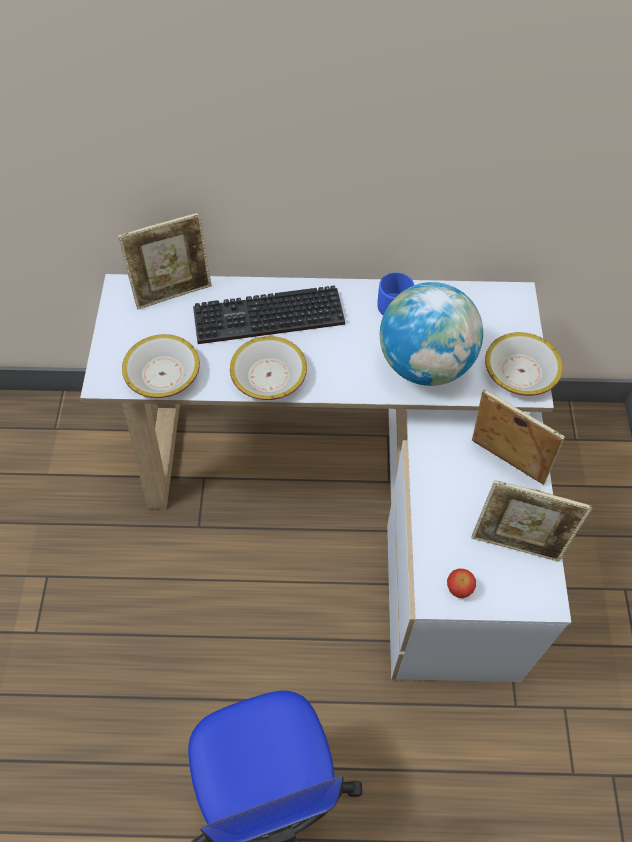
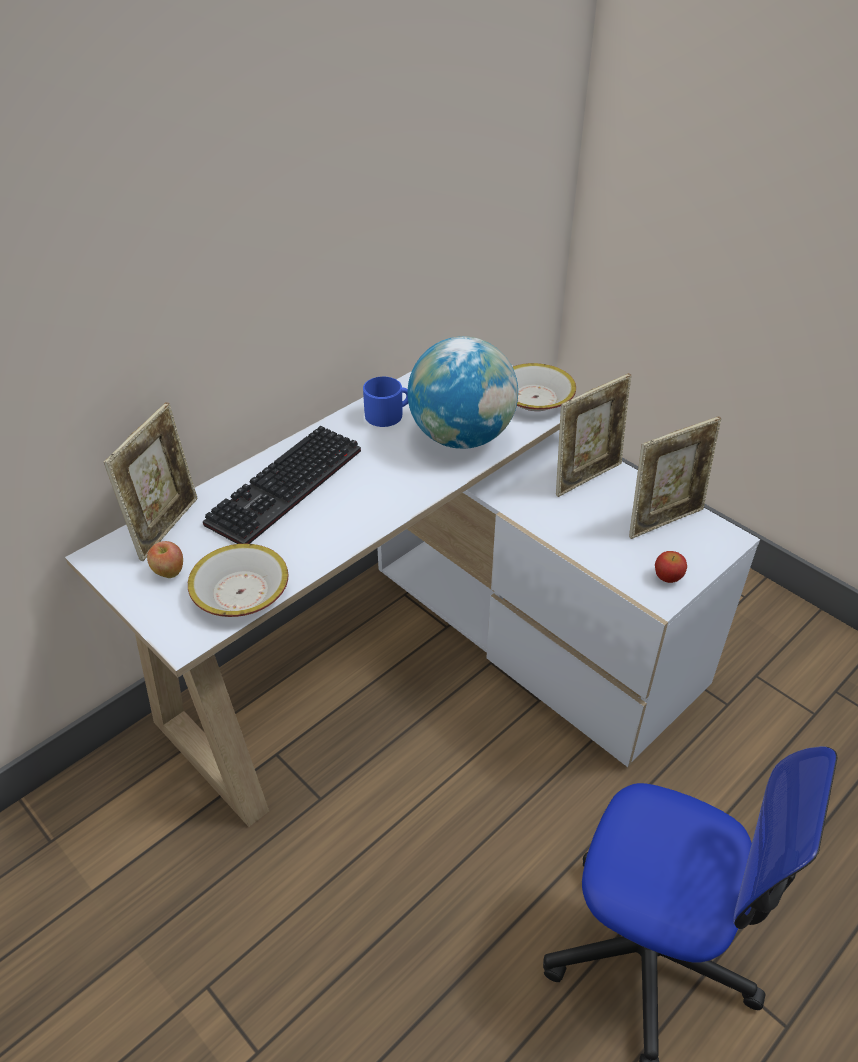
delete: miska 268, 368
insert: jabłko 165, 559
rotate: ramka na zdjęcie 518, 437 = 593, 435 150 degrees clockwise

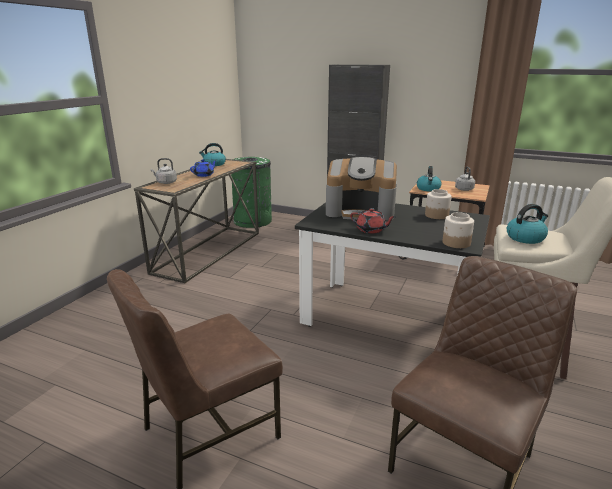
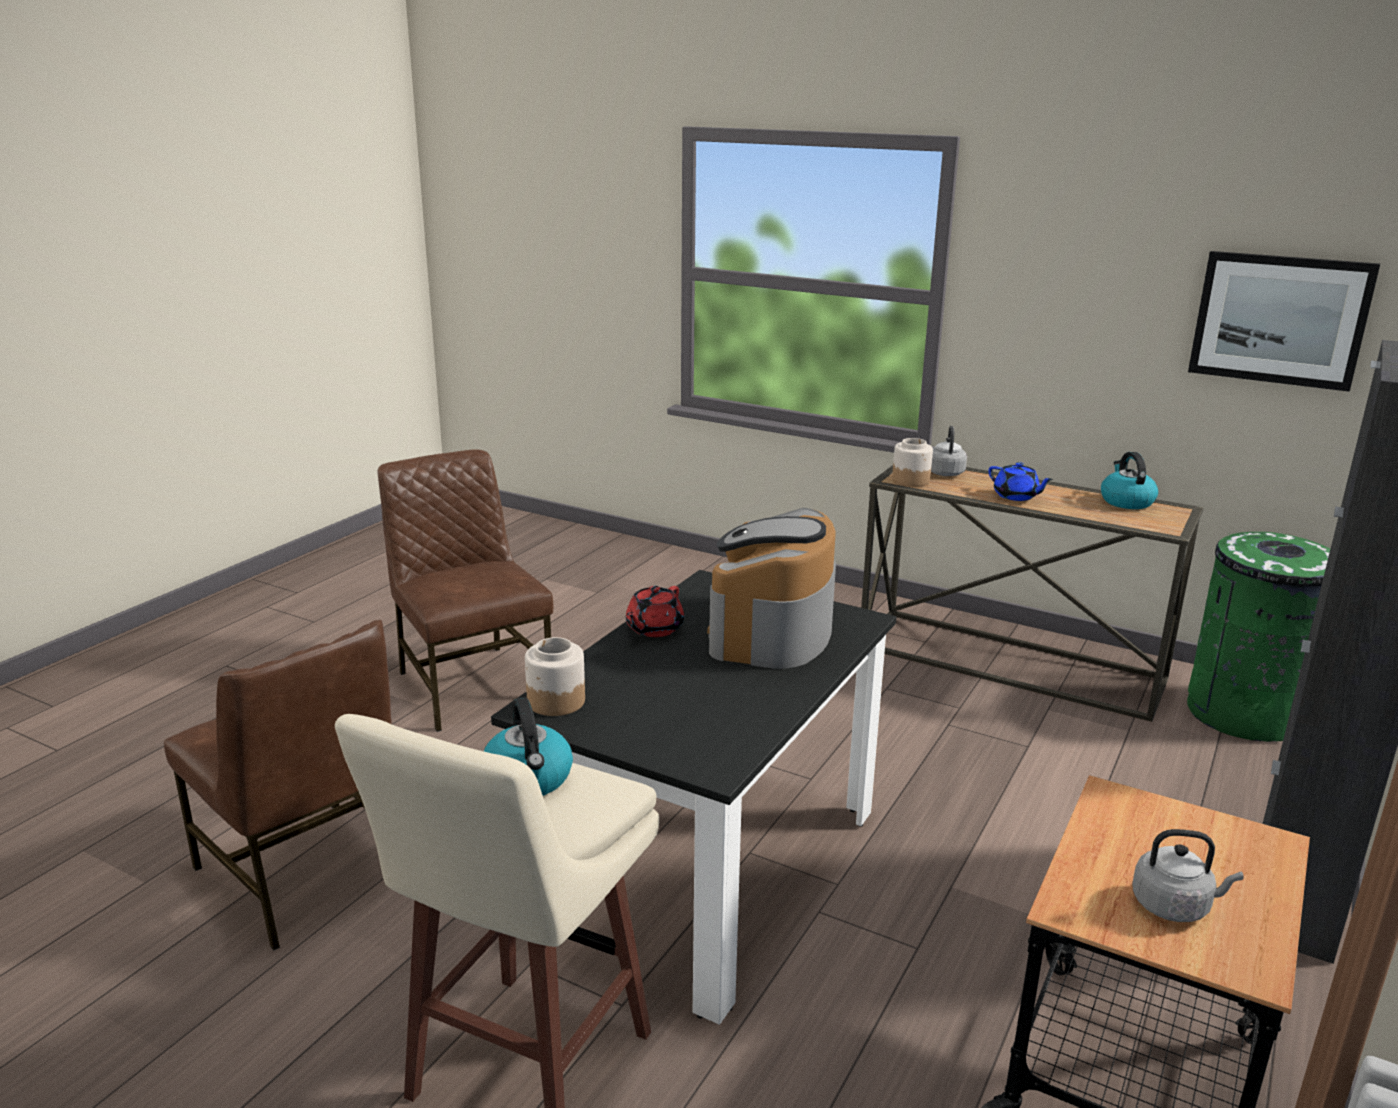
delete: czajnik 429, 179
insert: obraz 1284, 321
move: słoik 438, 204 to 912, 462

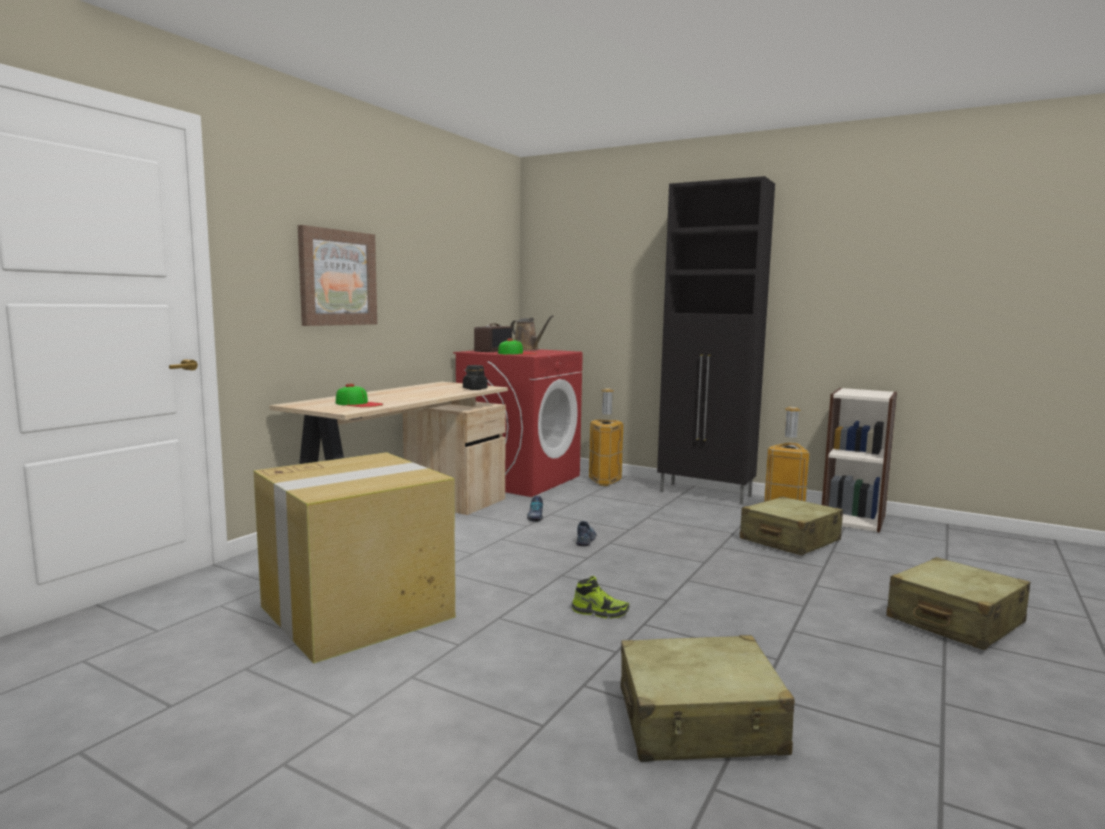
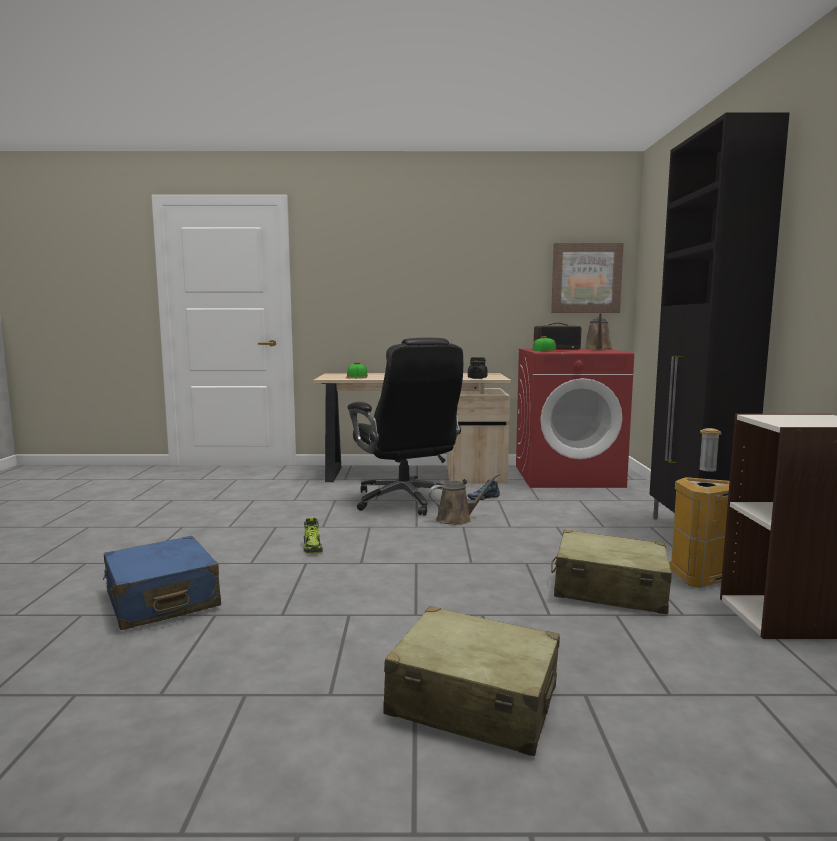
delete: karton 354, 558; kosz na śmieci 606, 437
insert: krzesło biurowe (czarny) 405, 427
move: obraz 337, 275 to 587, 278
replace: but 586, 533 to konewka (brązowy) 464, 499
recolor: walizka (beżowy) 707, 698 to walizka (niebieski) 162, 583

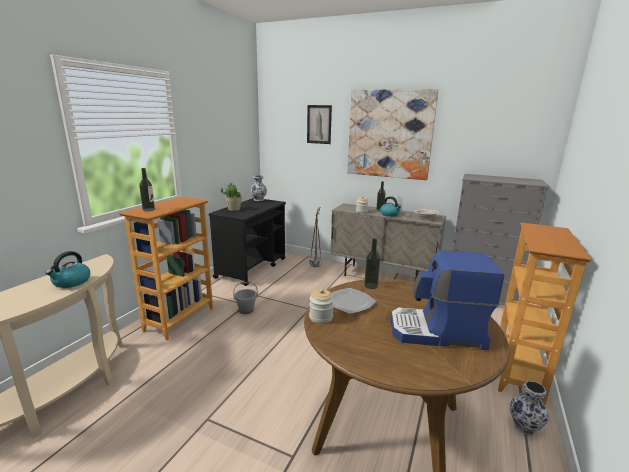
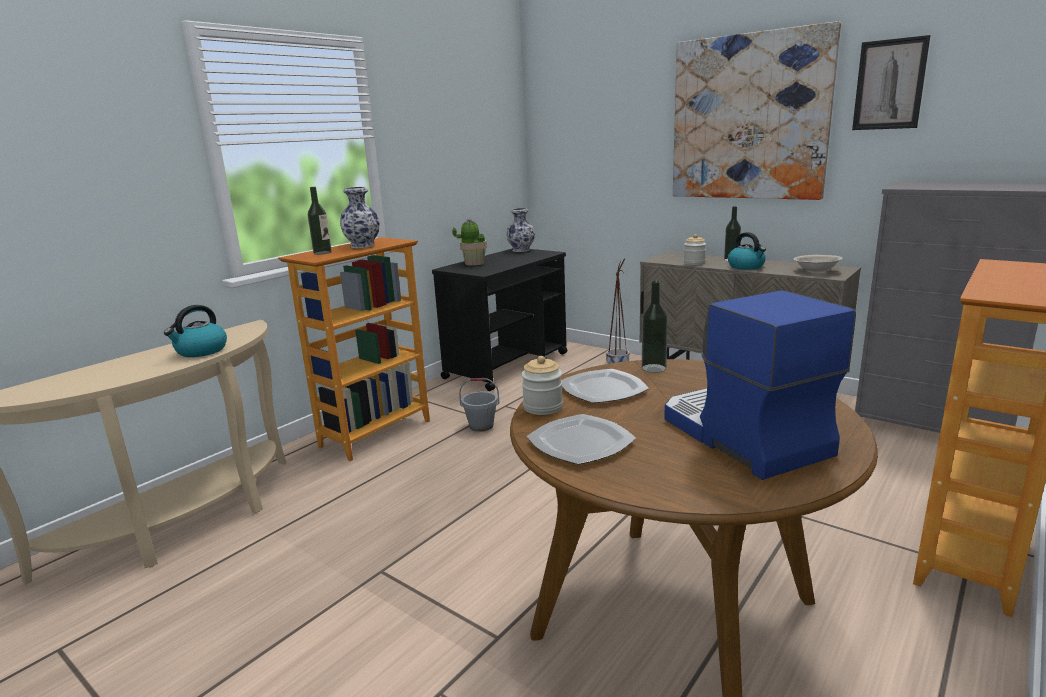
insert: talerz 581, 439
move: wazon 529, 408 to 360, 217; obraz 319, 124 to 891, 82
rotate: ekspres do kawy 447, 300 = 760, 385 45 degrees clockwise

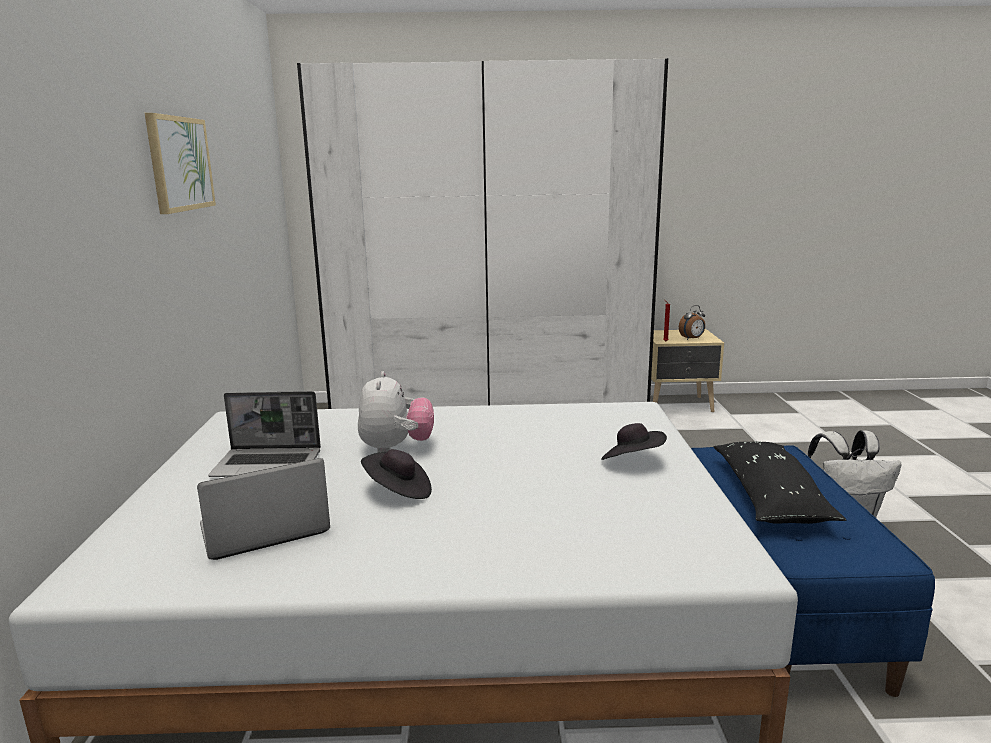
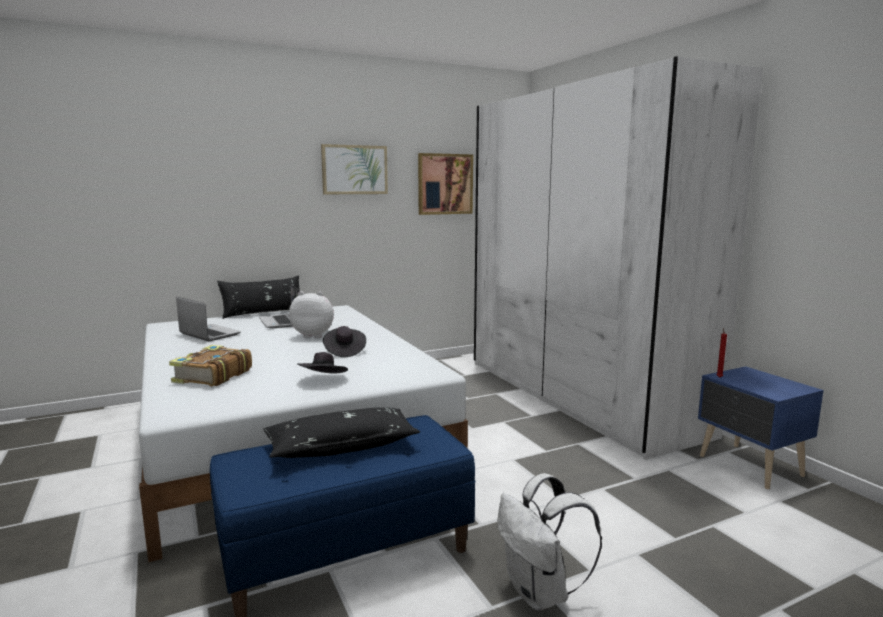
delete: budzik 692, 322
insert: książka 210, 365; poduszka (czarny) 258, 297; obraz 445, 184
move: kapelusz (czarny) 396, 474 to 344, 341
recolor: szafka nocna (beżowy) 687, 370 to szafka nocna (niebieski) 761, 427
rotate: pluszak 396, 412 = 311, 314 150 degrees counterclockwise

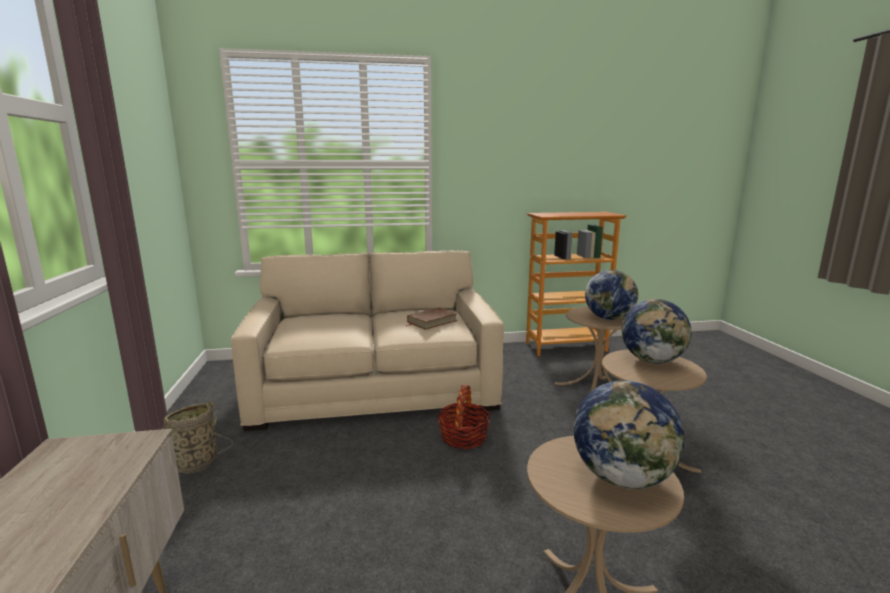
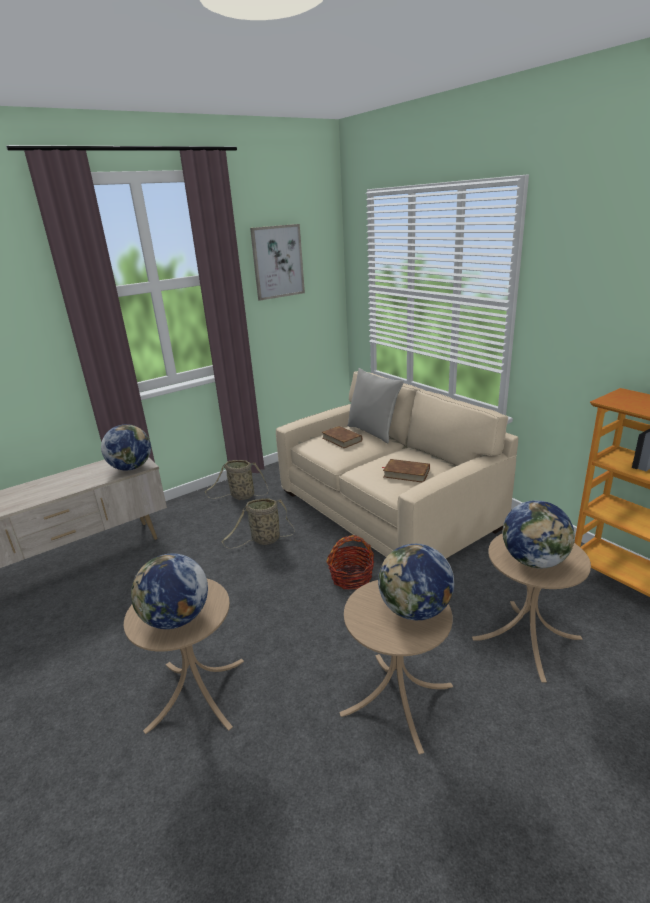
insert: globus 126, 447; koszyk 258, 523; obraz 277, 262; książka (brązowy) 342, 437; poduszka (szary) 375, 405

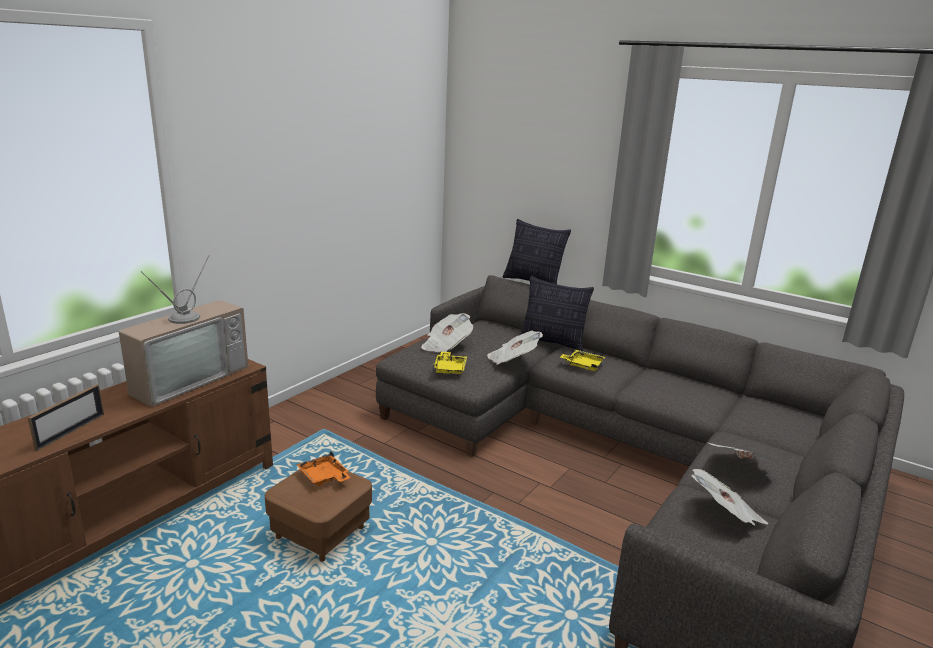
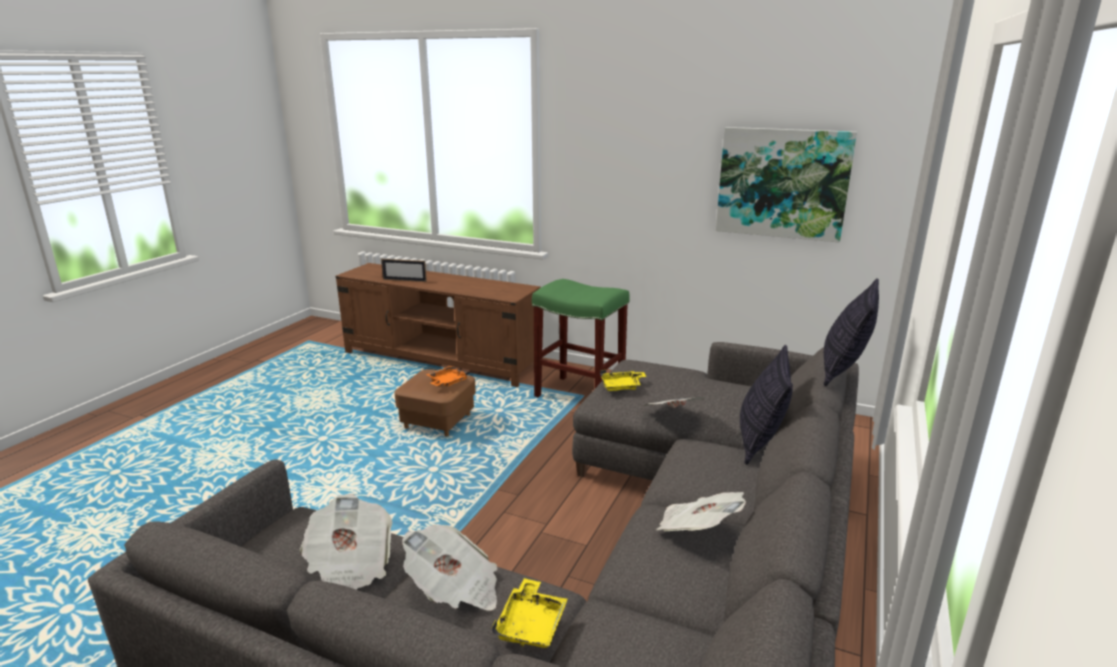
delete: telewizor 183, 331
insert: stołek (zielony) 581, 338; obraz 786, 185
move: taca (żółty) 583, 360 to 530, 613; gazeta 447, 333 to 701, 511

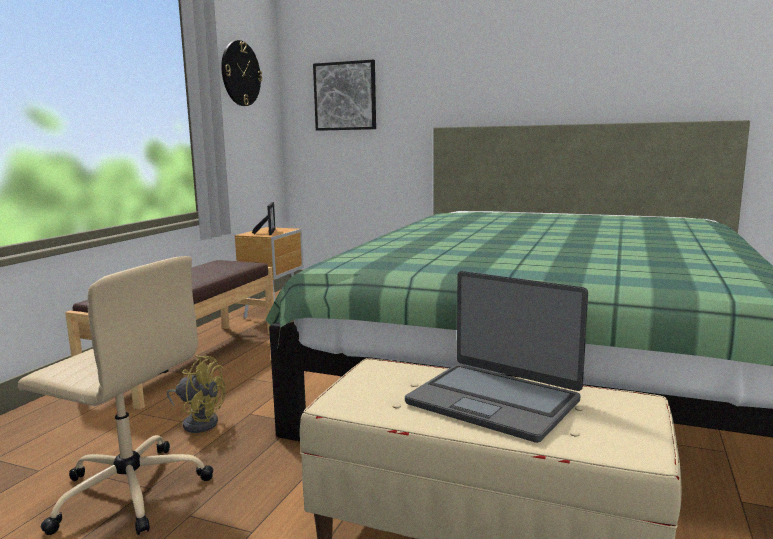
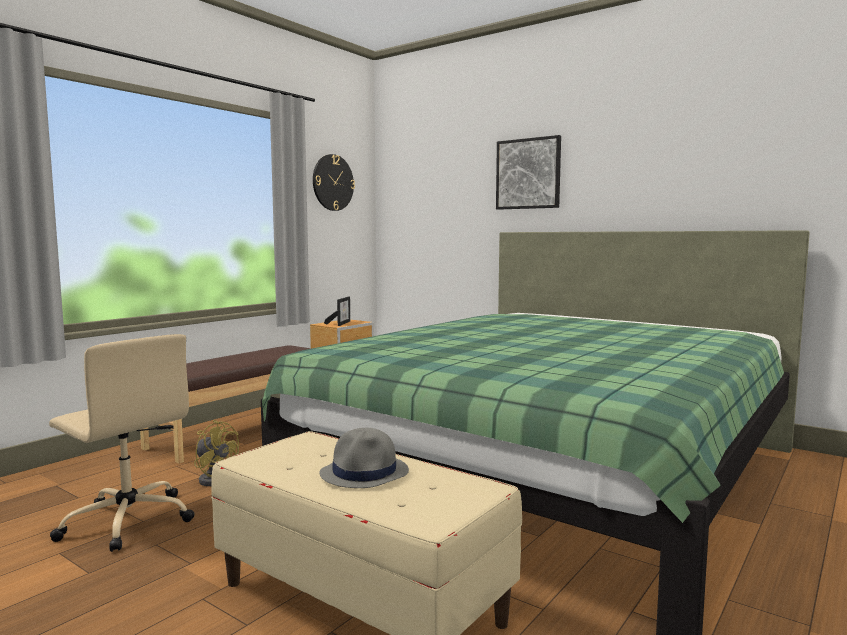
move: obraz 344, 95 to 528, 172
replace: laptop 496, 357 to kapelusz (szary) 364, 458

